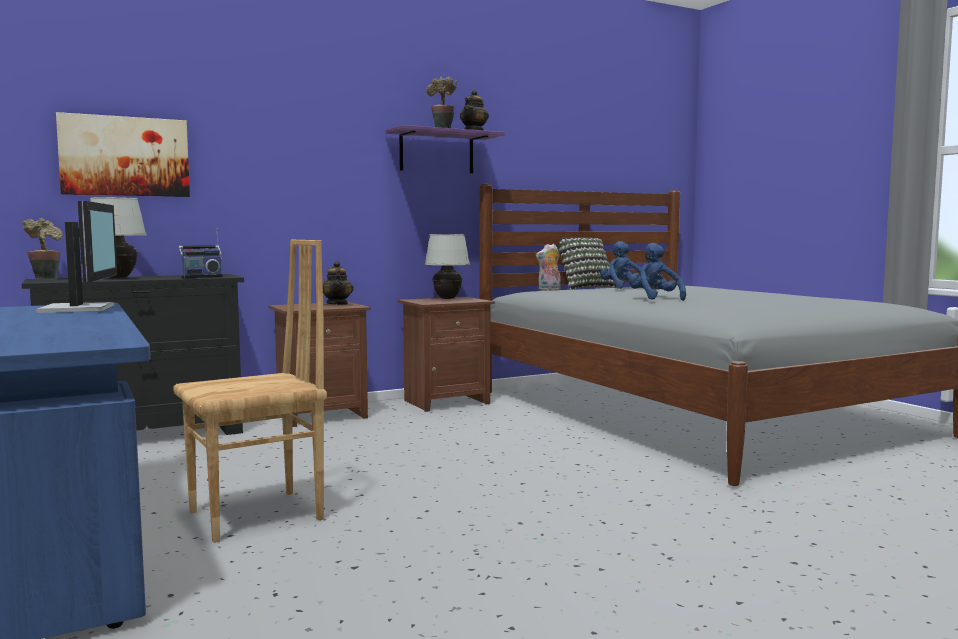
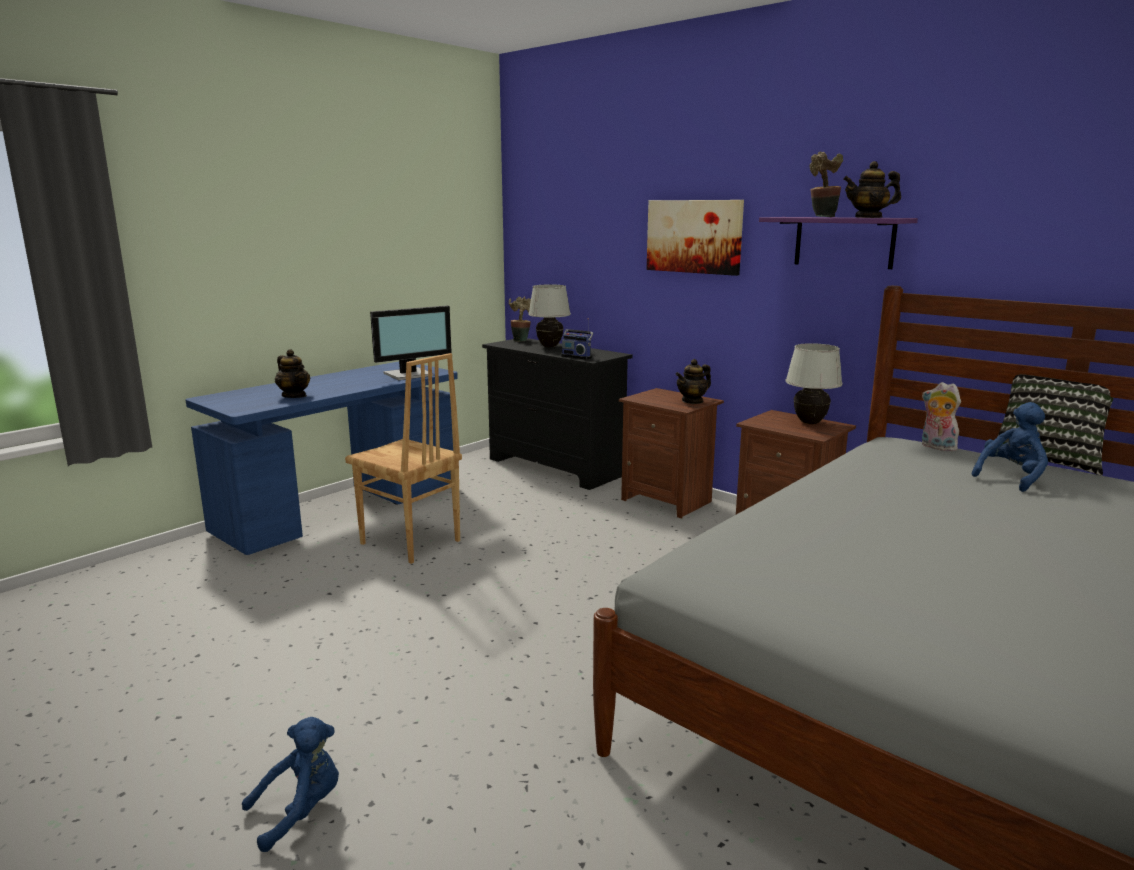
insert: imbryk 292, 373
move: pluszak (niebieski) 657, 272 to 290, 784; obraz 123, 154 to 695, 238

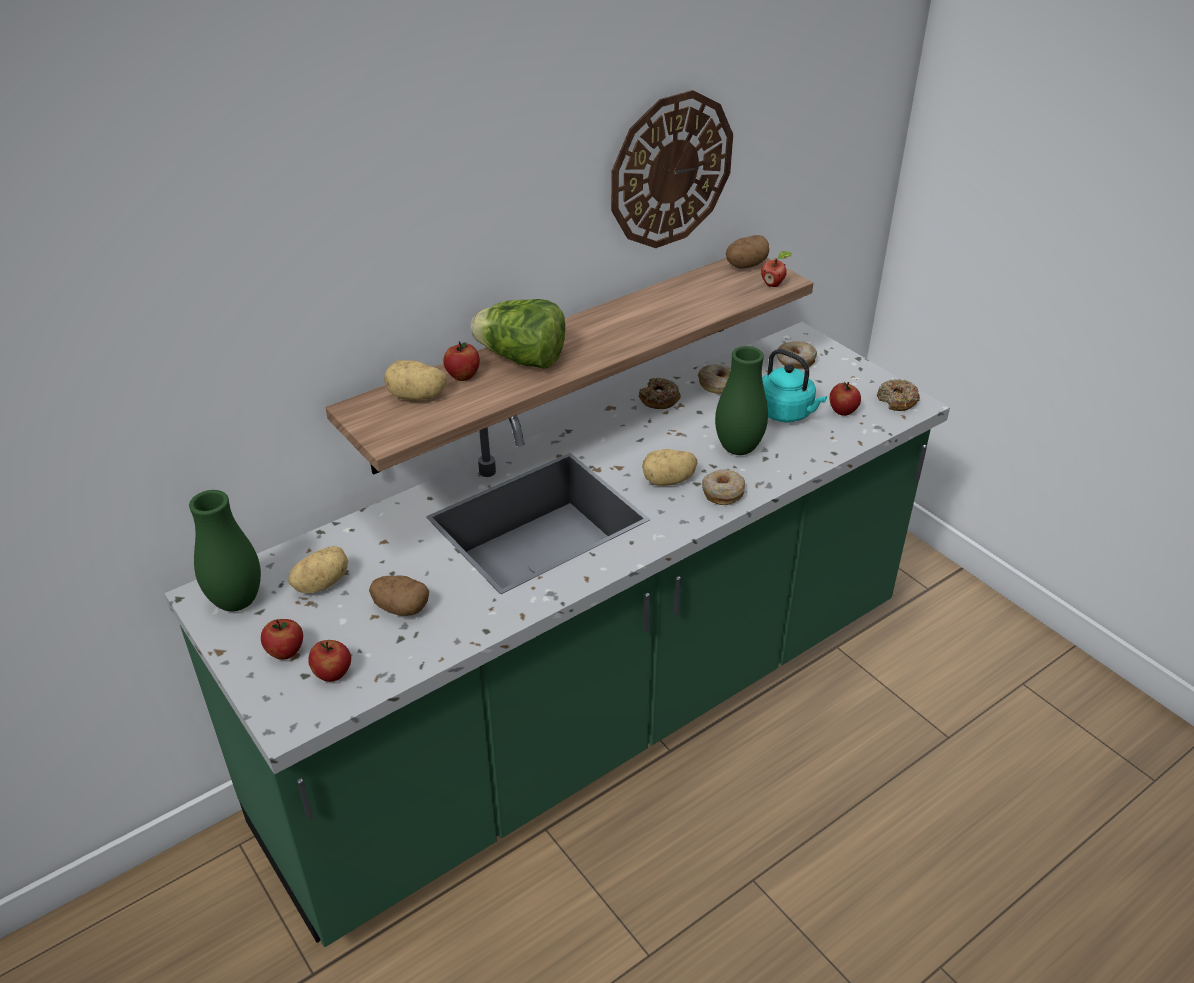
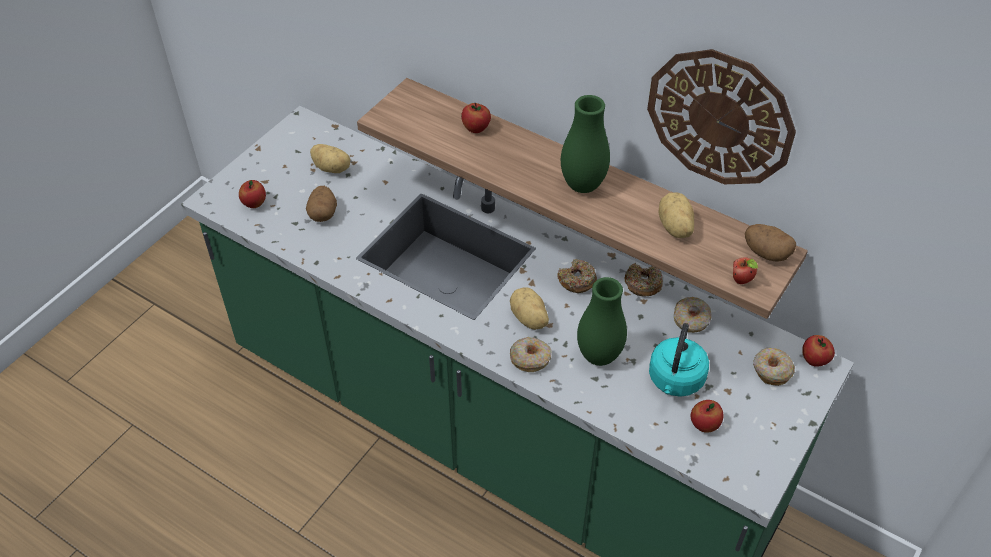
delete: sałata 518, 333
move: donut 898, 395 to 577, 276; wazon (zielony) 225, 551 to 585, 144; ziemniak 415, 380 to 676, 215; jabłko 282, 639 to 818, 351

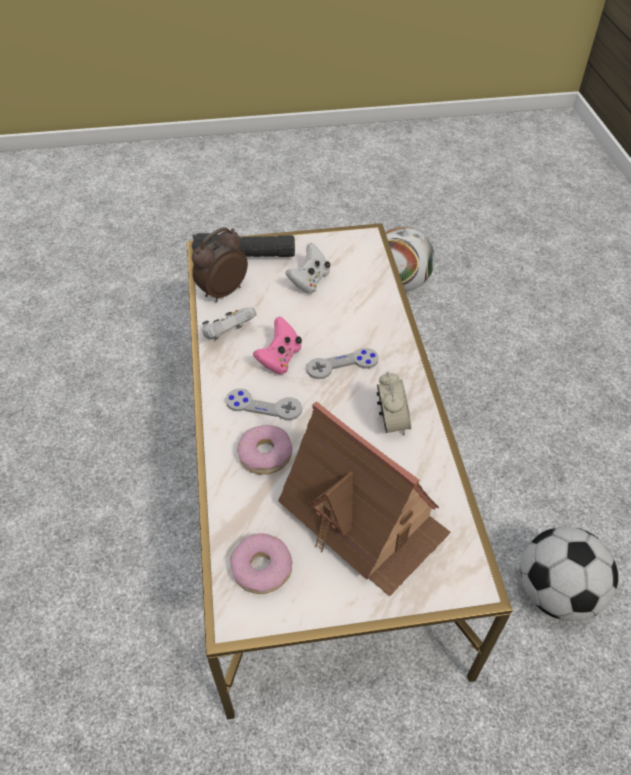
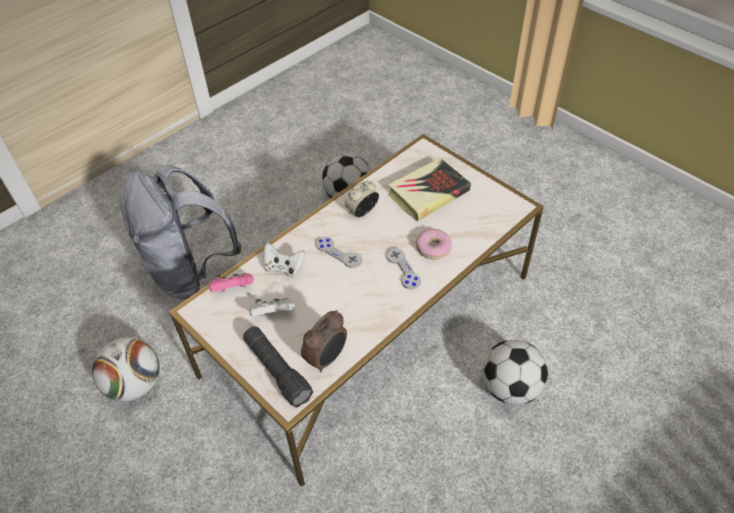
delete: donut 261, 563
insert: plecak (szary) 181, 232; piłka futbolowa 515, 372
move: pad do gier (różowy) 277, 345 to 231, 282; pad do gier (biały) 229, 324 to 284, 260
replace: domek 364, 499 to książka 429, 190
rotate: budzik 220, 264 = 324, 341 60 degrees counterclockwise

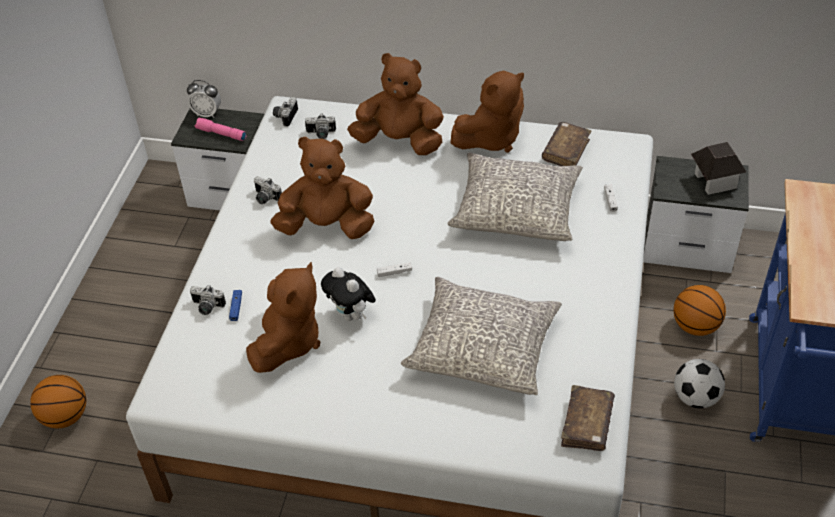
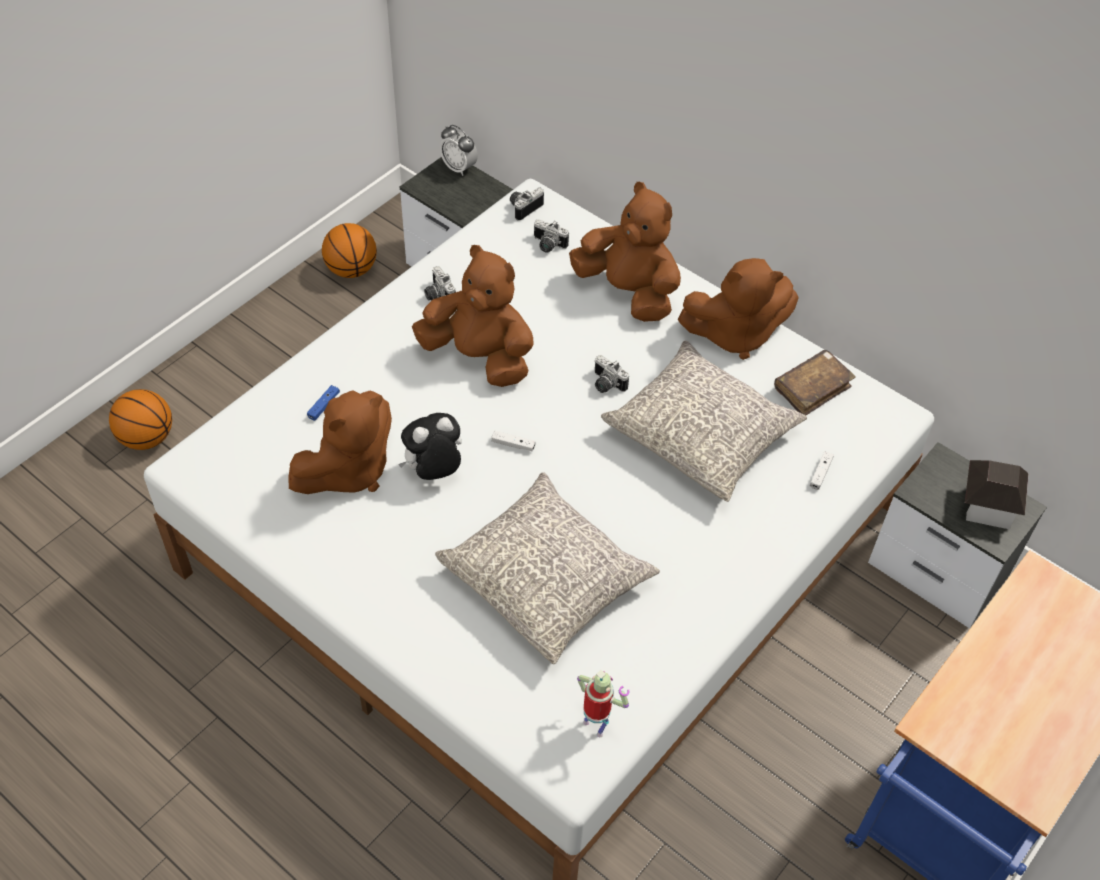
delete: latarka (różowy) 220, 129; piłka futbolowa 699, 383
move: piłka do koszykówki 699, 310 to 349, 250; aparat fotograficzny 208, 300 to 612, 374
replace: książka (brązowy) 588, 418 to robot zabawkowy 603, 703
rotate: pluszak 348, 294 = 430, 446 75 degrees clockwise

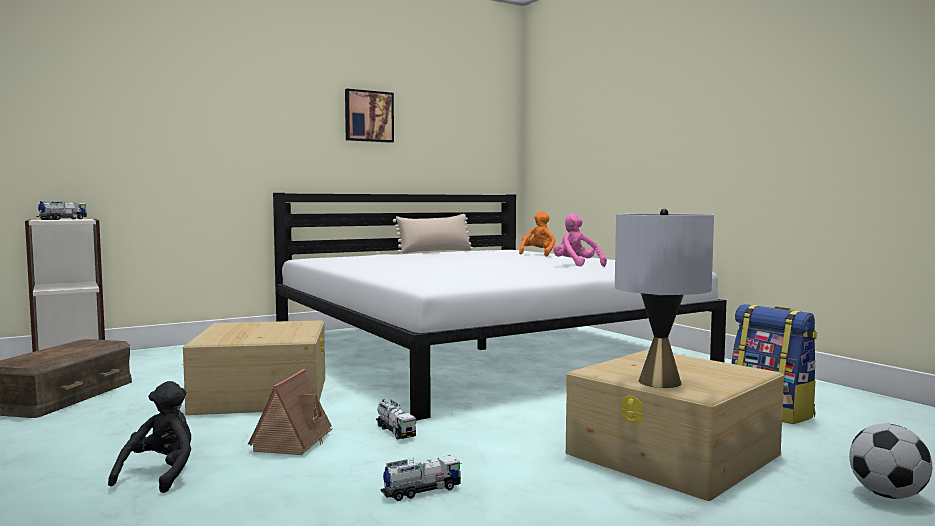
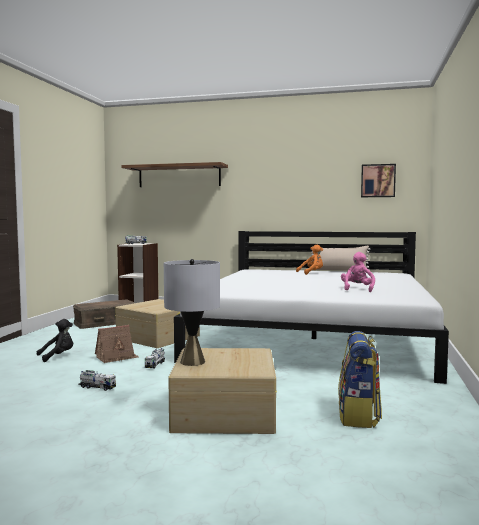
delete: piłka futbolowa 890, 461
insert: półka 174, 174
move: pluszak (pomarańczowy) 537, 234 to 309, 260; obraz 369, 116 to 378, 180

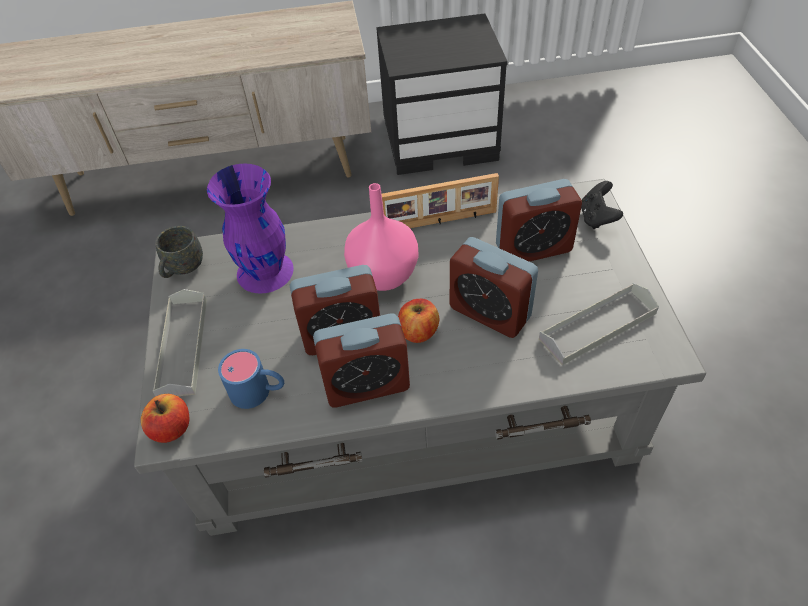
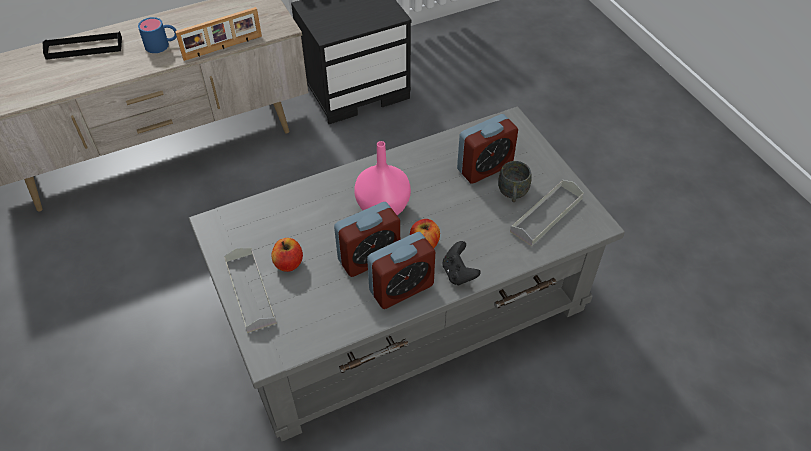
delete: wazon (fioletowy) 250, 229; budzik 494, 287
insert: taca (czarny) 82, 45
move: kubek (niebieski) 251, 379 to 157, 35; ramka na zdjęcie 440, 200 to 218, 34; jabłko 165, 418 to 287, 255; pad do gier (czarny) 602, 205 to 461, 263; kubek (szary) 179, 252 to 515, 181

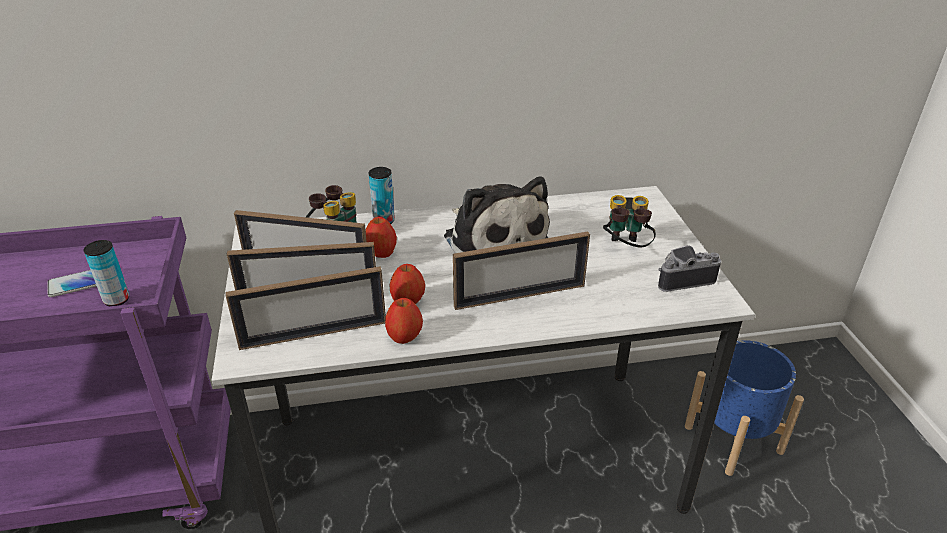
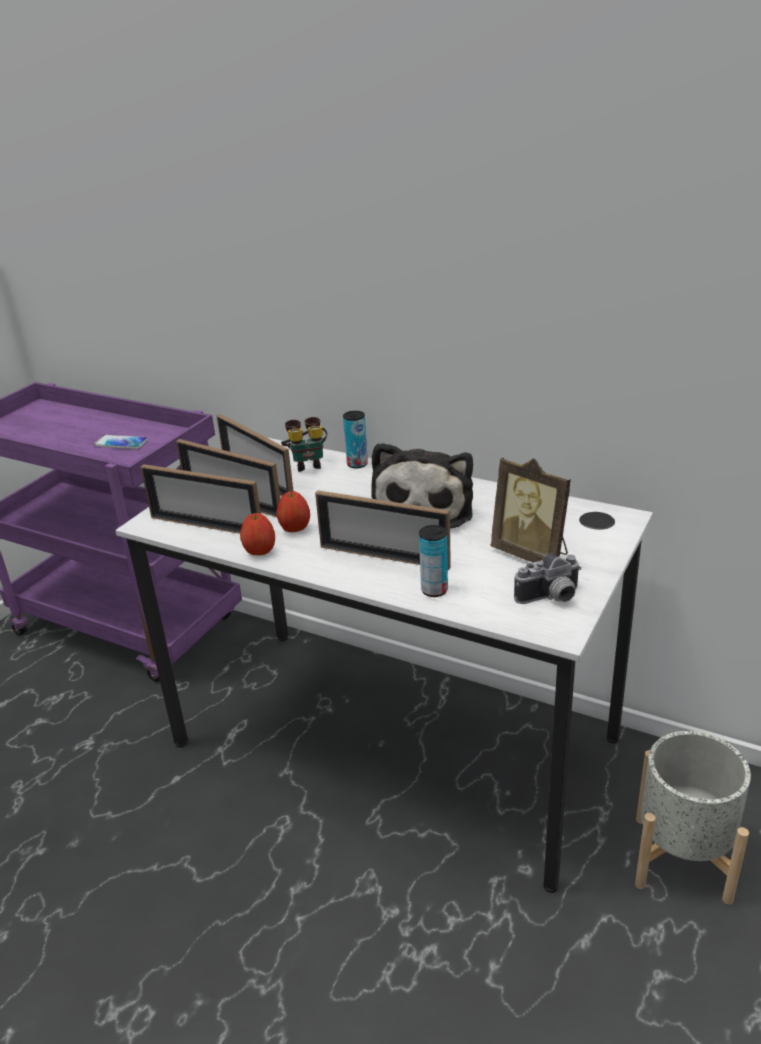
delete: jabłko 381, 237
move: puszka 106, 273 to 433, 561
replace: lornetka 629, 221 to ramka na zdjęcie 531, 510
recolor: donica (niebieski) 744, 408 to donica (szary) 693, 818
rotate: aparat fotograficzny 689, 268 = 547, 578 135 degrees clockwise

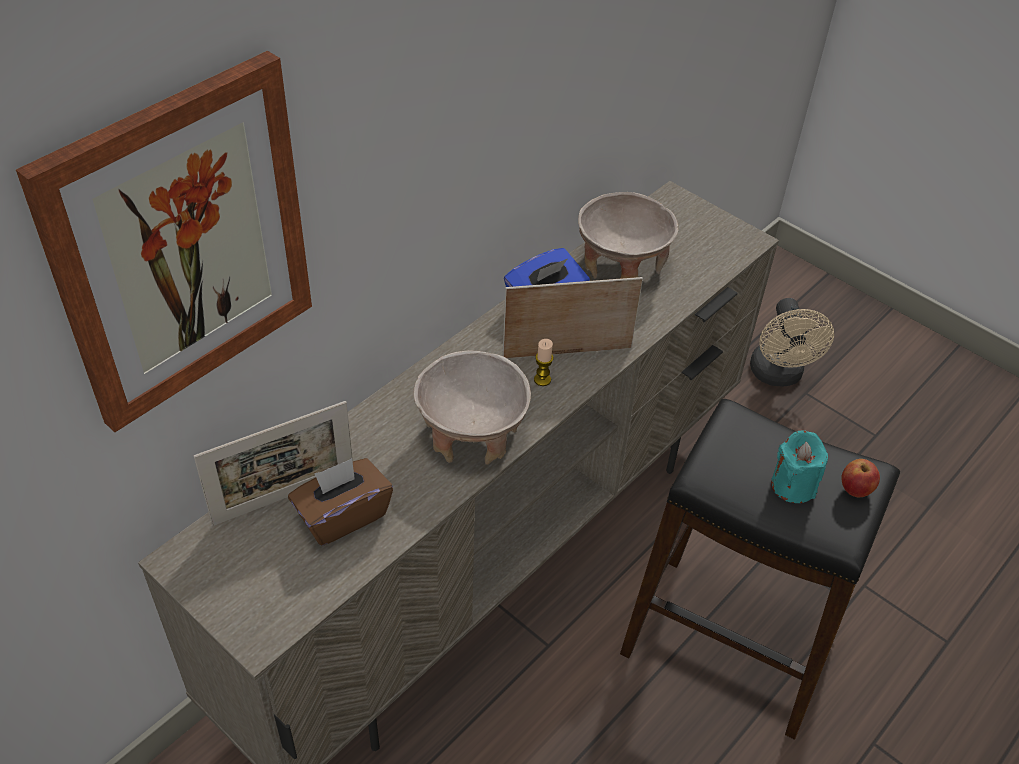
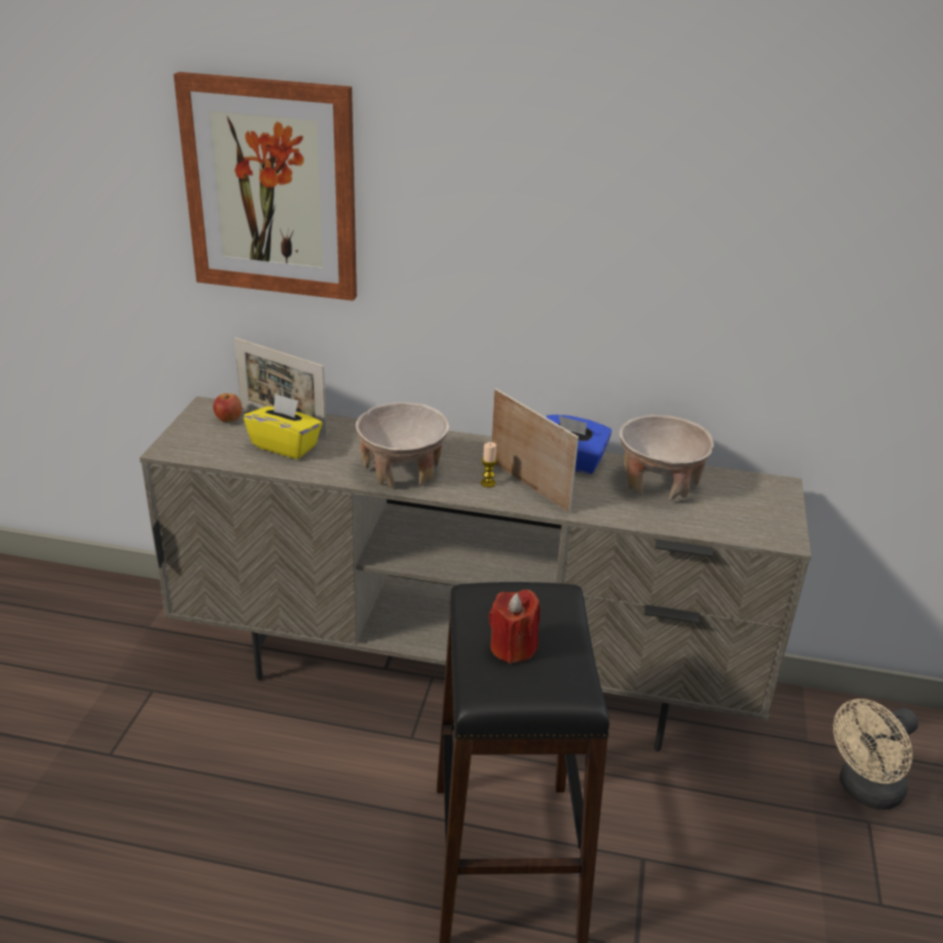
move: jabłko 860, 478 to 227, 407
recolor: pudełko chusteczek (brązowy) 340, 502 to pudełko chusteczek (żółty) 283, 426; świeca (turkusowy) 799, 467 to świeca (czerwony) 514, 626

